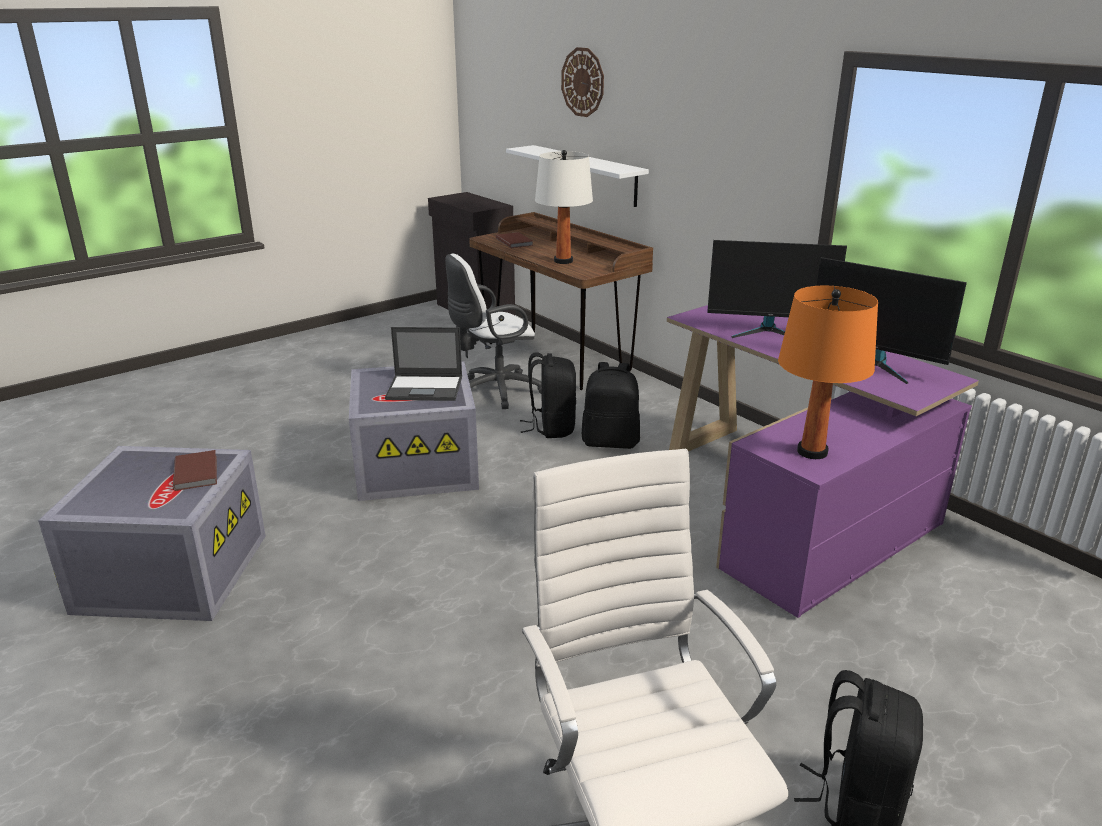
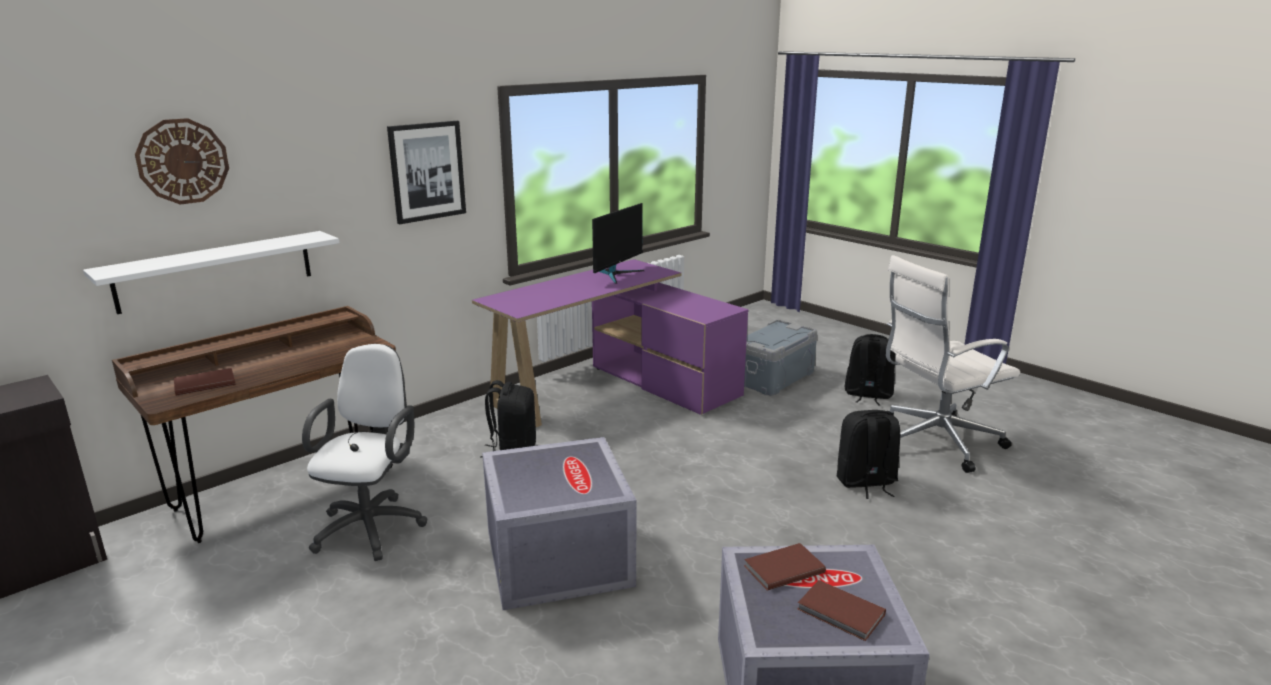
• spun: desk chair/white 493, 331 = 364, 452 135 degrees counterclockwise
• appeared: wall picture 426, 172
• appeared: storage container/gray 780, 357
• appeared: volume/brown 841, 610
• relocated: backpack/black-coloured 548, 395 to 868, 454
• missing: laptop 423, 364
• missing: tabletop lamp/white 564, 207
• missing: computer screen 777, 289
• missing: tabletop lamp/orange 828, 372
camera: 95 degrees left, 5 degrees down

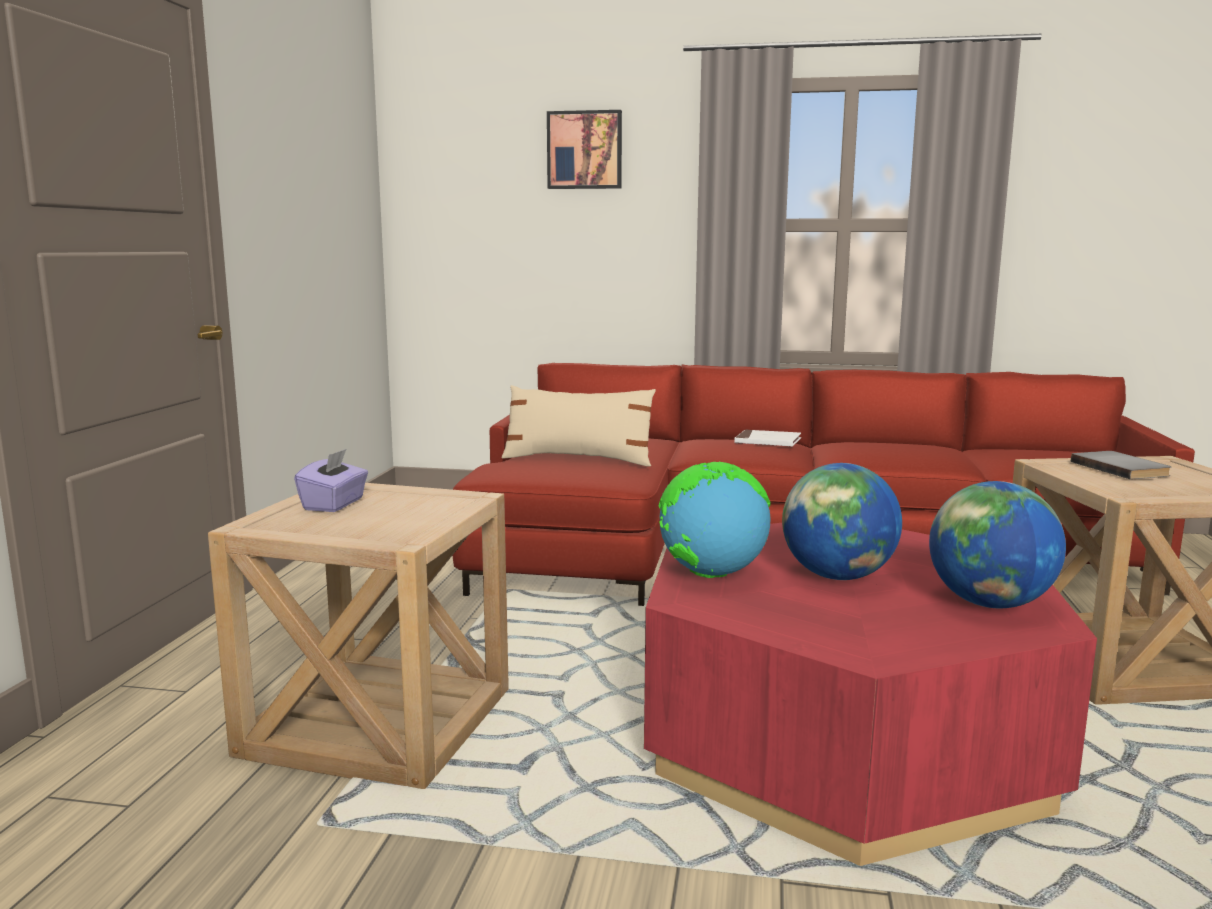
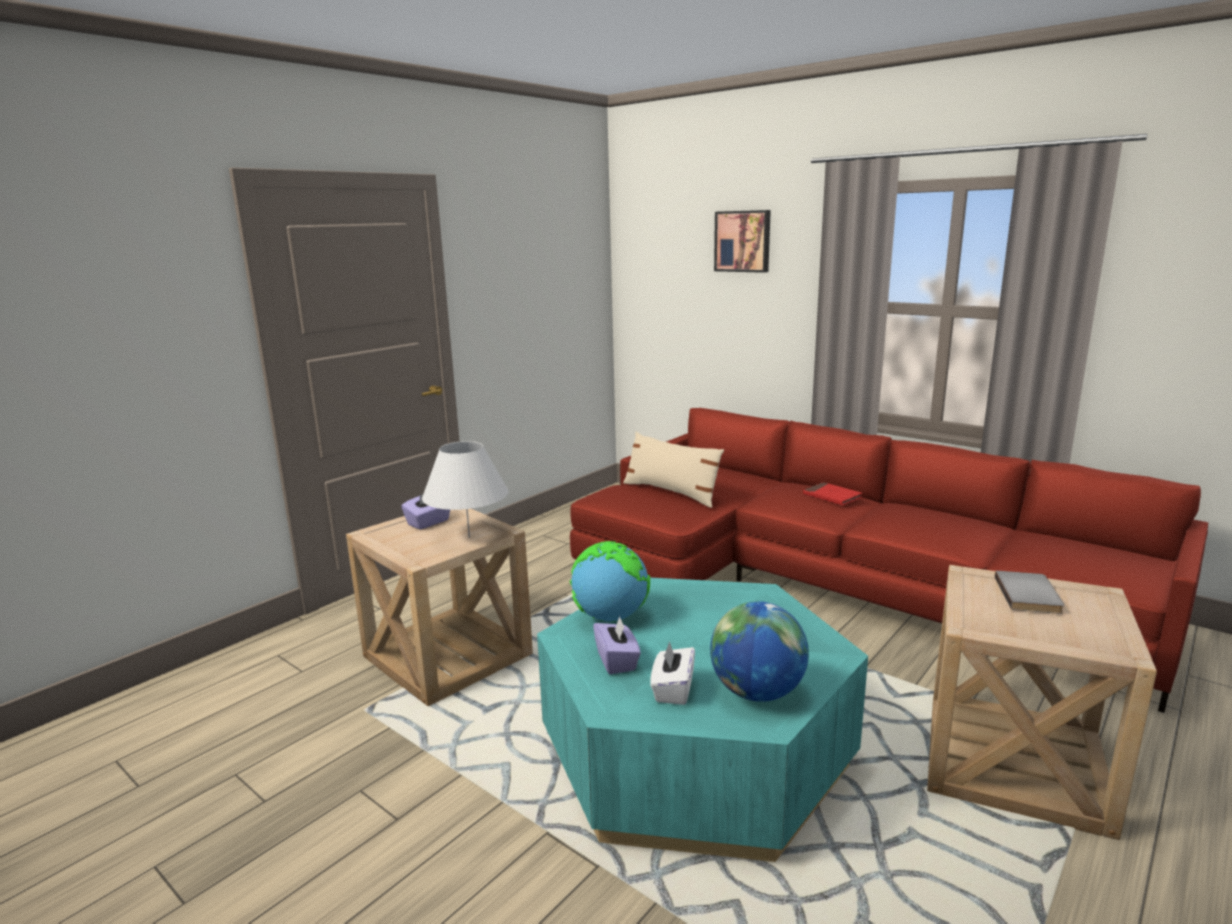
• appeared: tabletop lamp/white 465, 489
• colour: low table/red-coloured 870, 694 to low table/turquoise 702, 719
• appeared: tissue holder/purple-coloured 617, 645
• appeared: tissue holder/white 672, 673
• colour: volume/white 767, 438 to volume/red-coloured 832, 493
• missing: globe 842, 521
camera: 30 degrees right, 5 degrees up

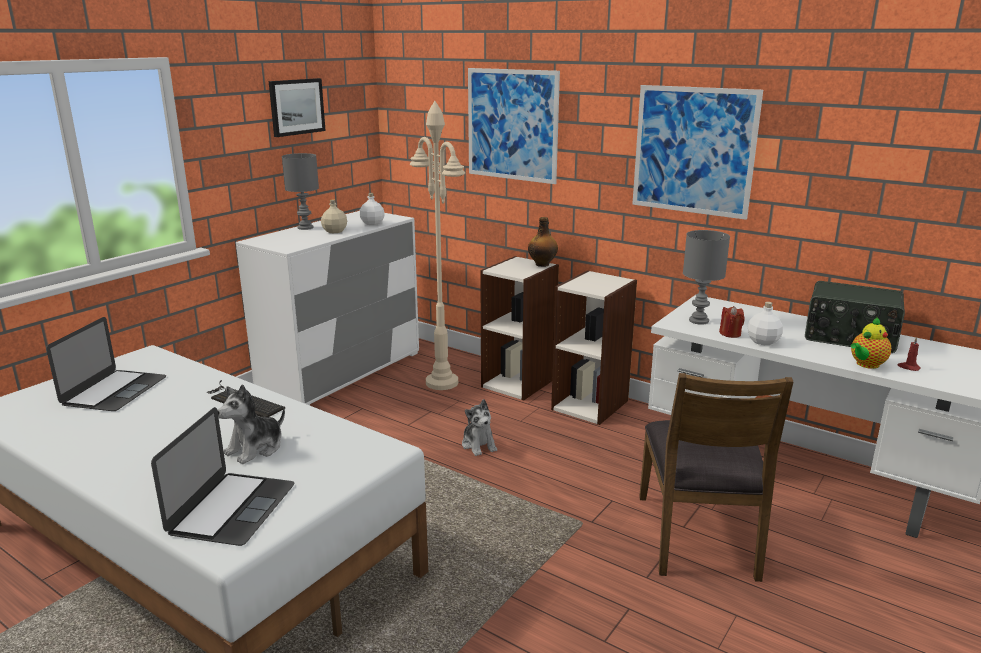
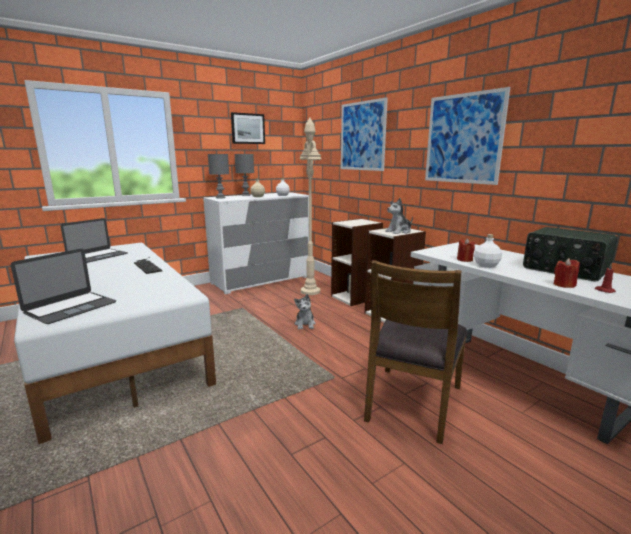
• relocated: tabletop lamp/gray 706, 277 to 218, 176
• relocated: soft toy 251, 424 to 399, 216
• exchanged: pot for tea 871, 343 to candle/red-coloured 567, 273
• missing: bottle 543, 242
camera: 20 degrees right, 5 degrees down

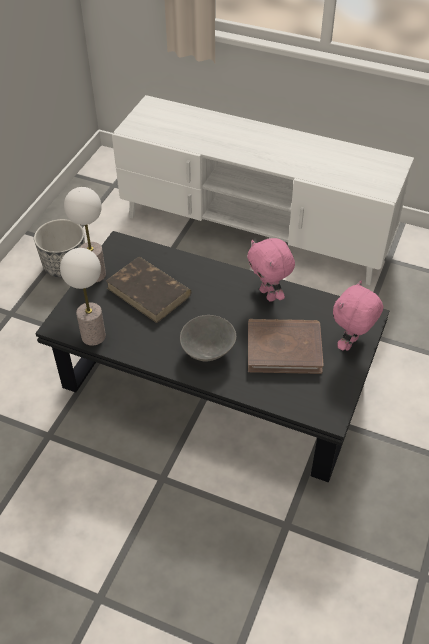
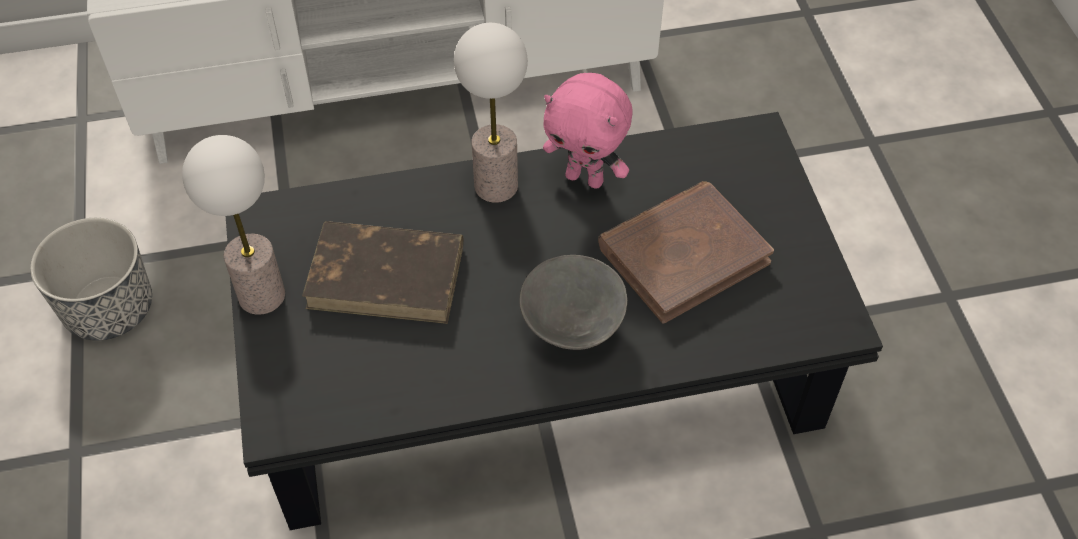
• relocated: tabletop lamp 83, 297 to 491, 113
• missing: soft toy/pinkish 358, 315
camera: 35 degrees left, 5 degrees up

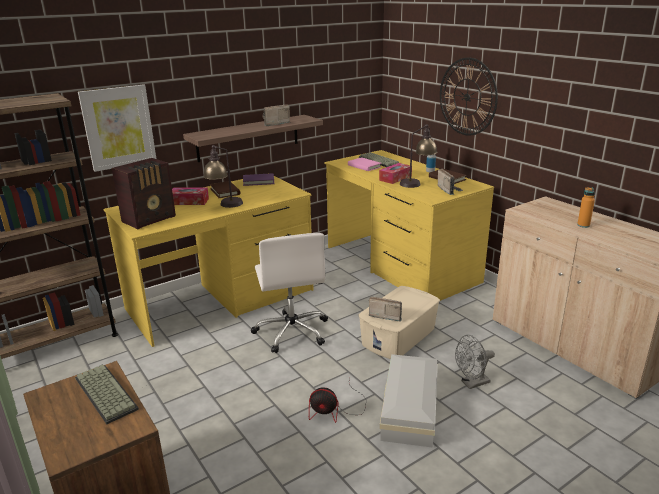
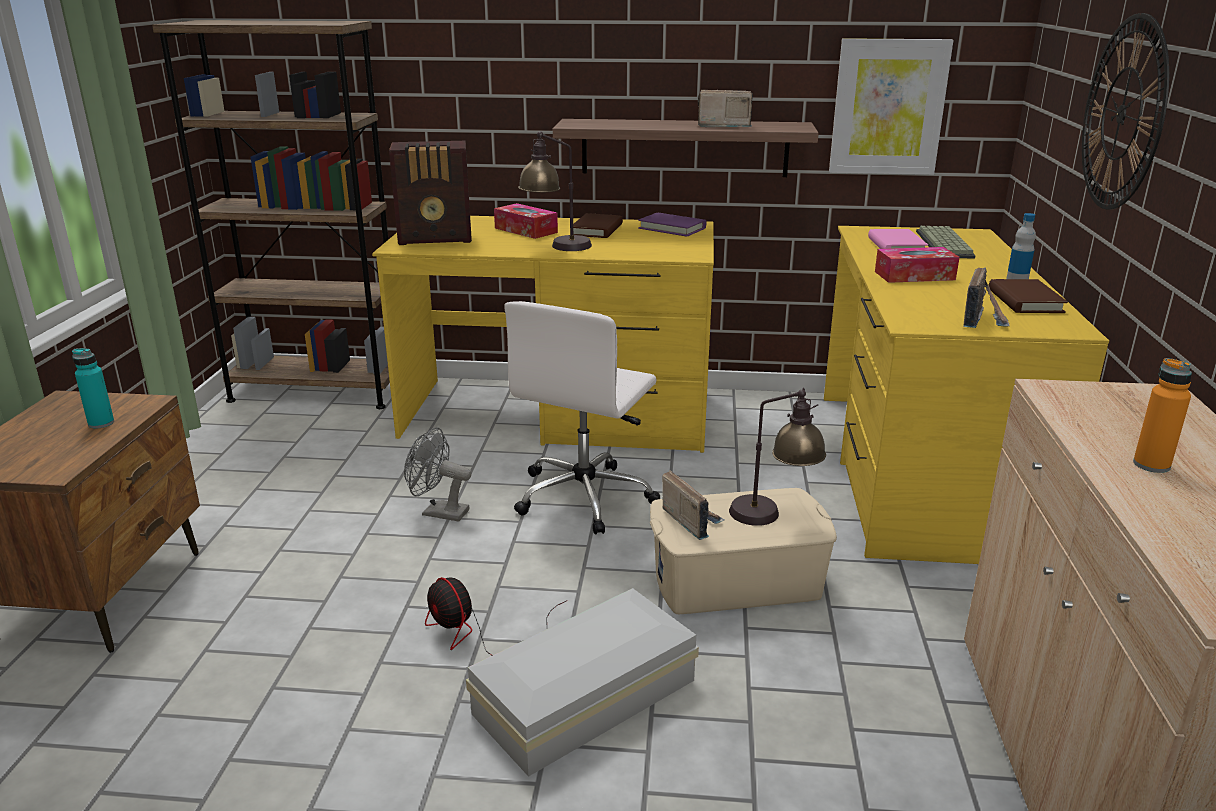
• exchanged: keyboard 107, 394 to bottle/turquoise 93, 388
• relocated: cooling fan/gray 475, 362 to 437, 475
• relocated: tabletop lamp 418, 156 to 777, 457
• relocated: wall picture 117, 128 to 891, 106
camera: 40 degrees right, 0 degrees up

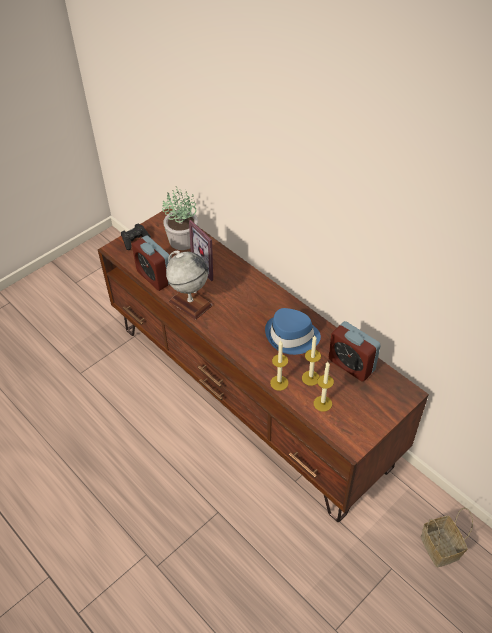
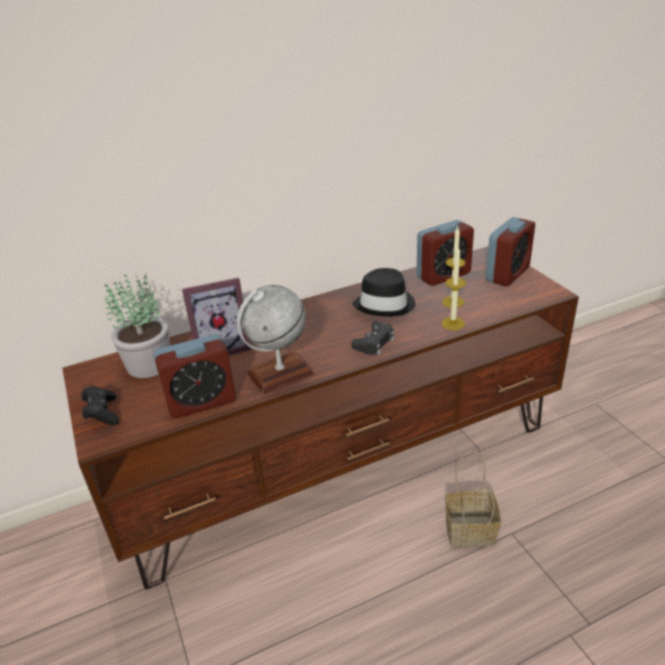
• appeared: game controller/black-coloured 372, 338
• colour: clothing hat/blue 293, 331 to clothing hat/black-coloured 383, 292
• relocated: storage basket 447, 537 to 473, 499
• appeared: table clock 510, 251
• missing: candle 324, 387
camera: 70 degrees left, 15 degrees down

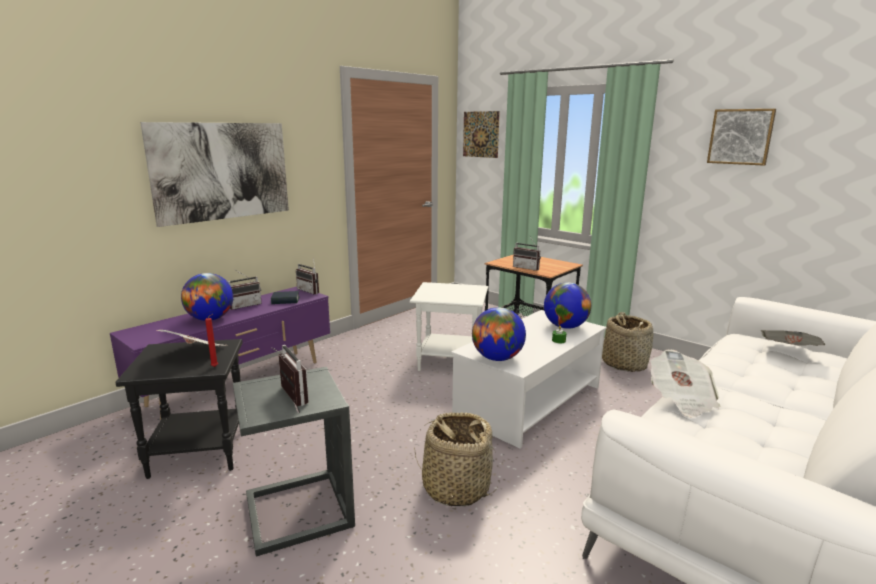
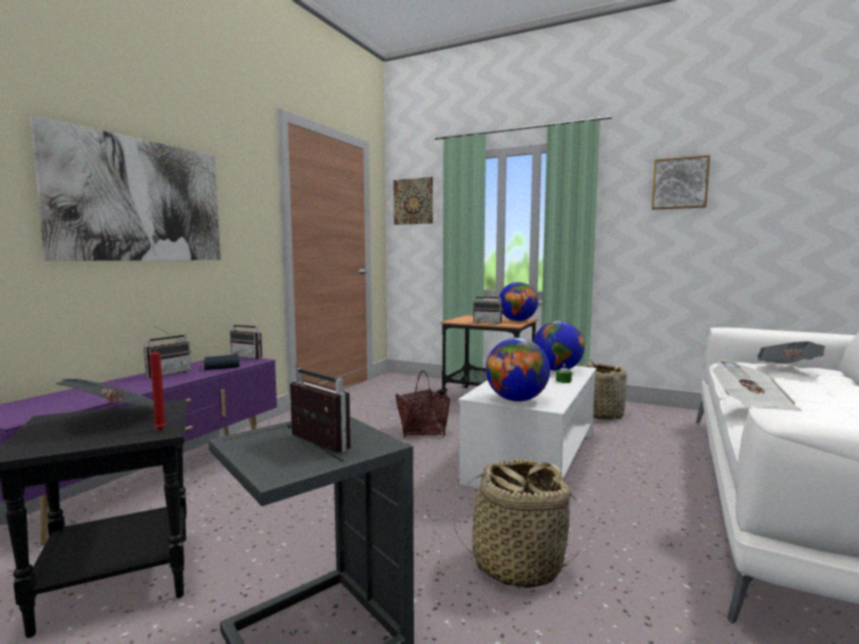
• exchanged: end table/white 449, 326 to storage basket 423, 404
• relocated: globe 207, 297 to 518, 301
camera: 15 degrees left, 10 degrees down

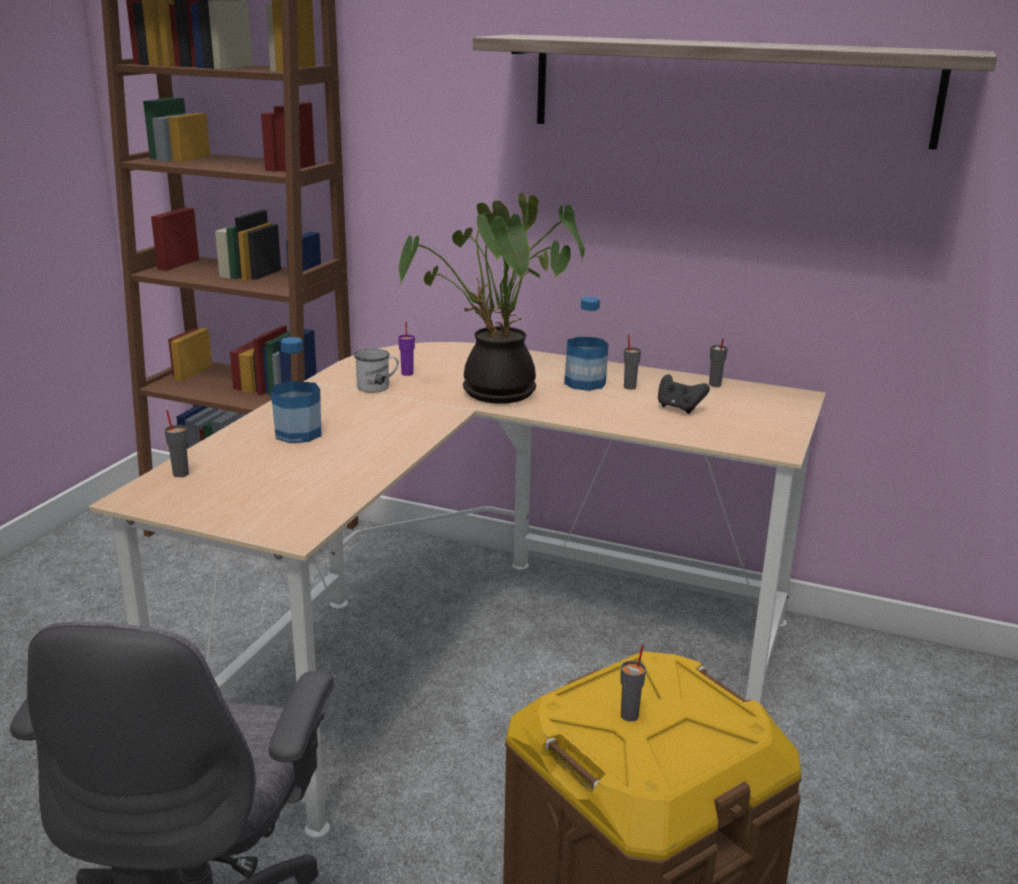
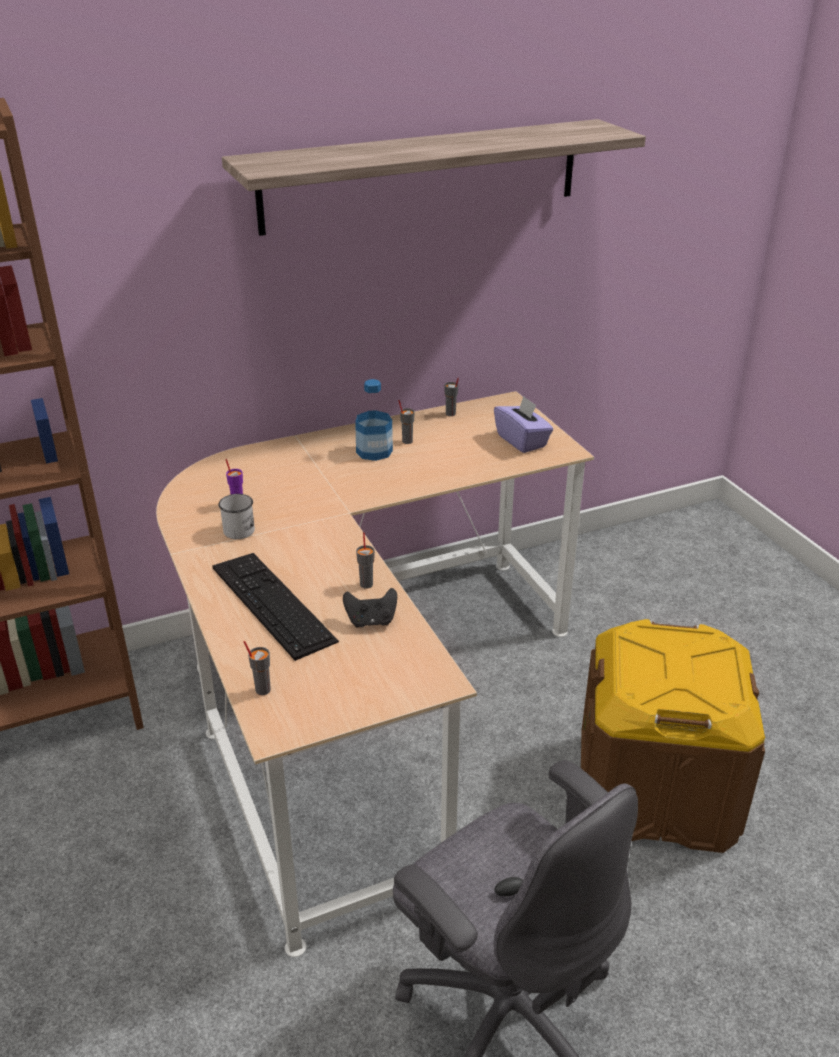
• exchanged: bottle 296, 390 to keyboard 275, 607
• relocated: game controller/black-coloured 684, 394 to 370, 608
• relocated: cup/gray 633, 683 to 365, 560
• appeared: tissue holder/purple-coloured 523, 424
• missing: potted plant 492, 298
camera: 45 degrees left, 10 degrees up

